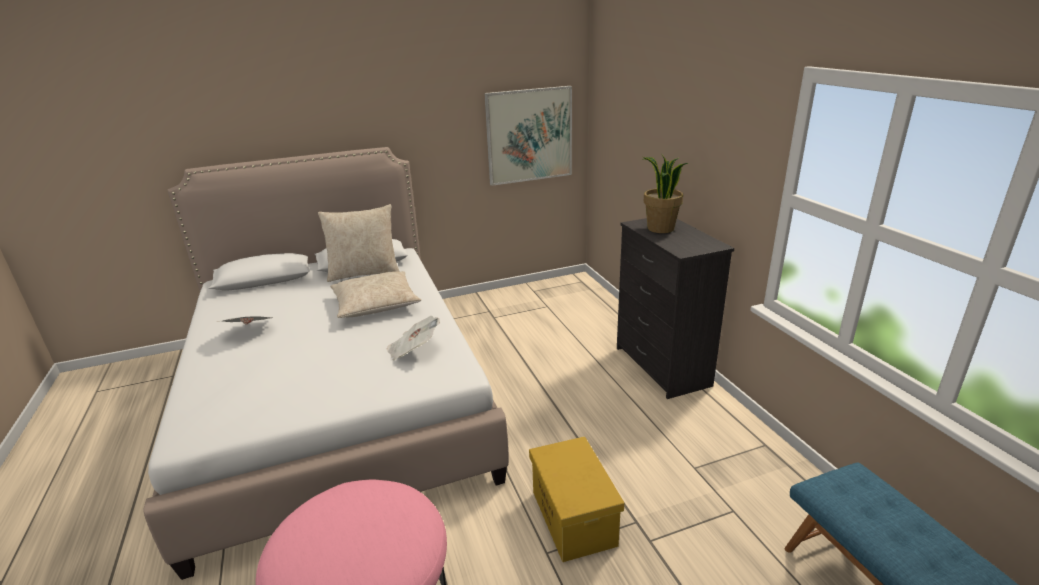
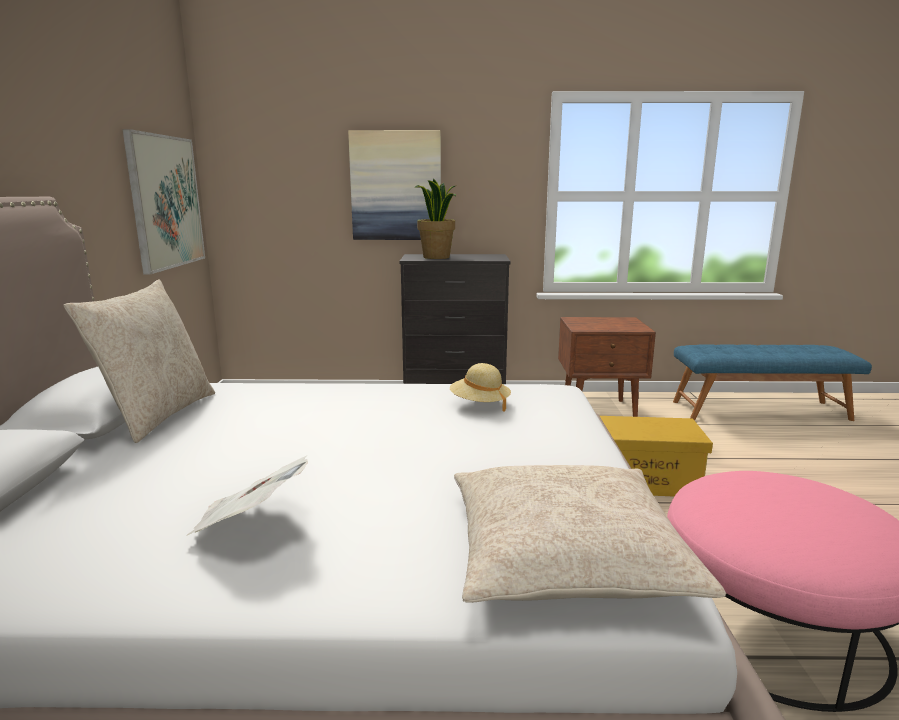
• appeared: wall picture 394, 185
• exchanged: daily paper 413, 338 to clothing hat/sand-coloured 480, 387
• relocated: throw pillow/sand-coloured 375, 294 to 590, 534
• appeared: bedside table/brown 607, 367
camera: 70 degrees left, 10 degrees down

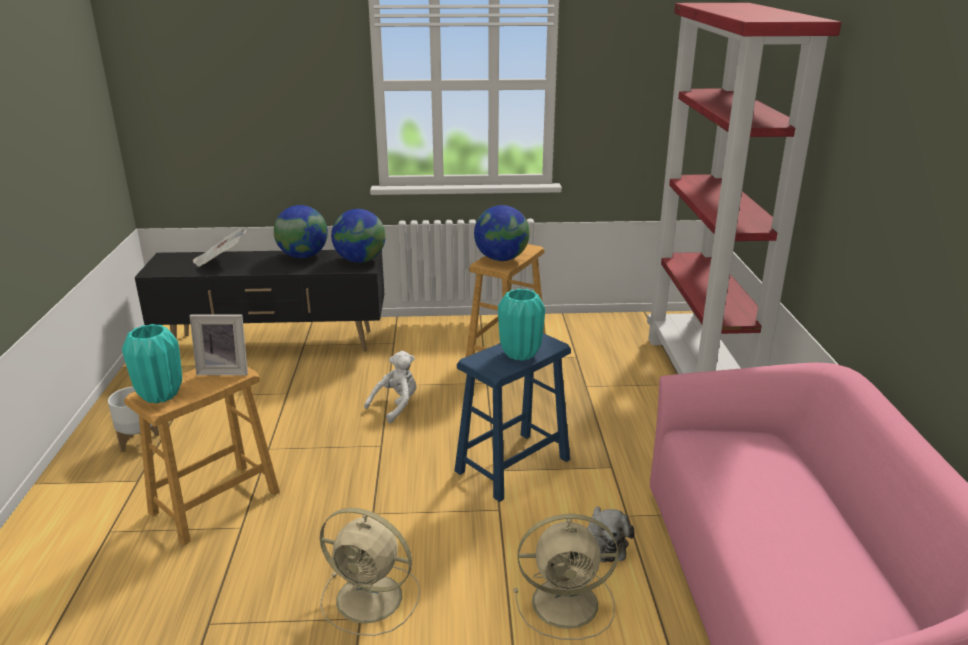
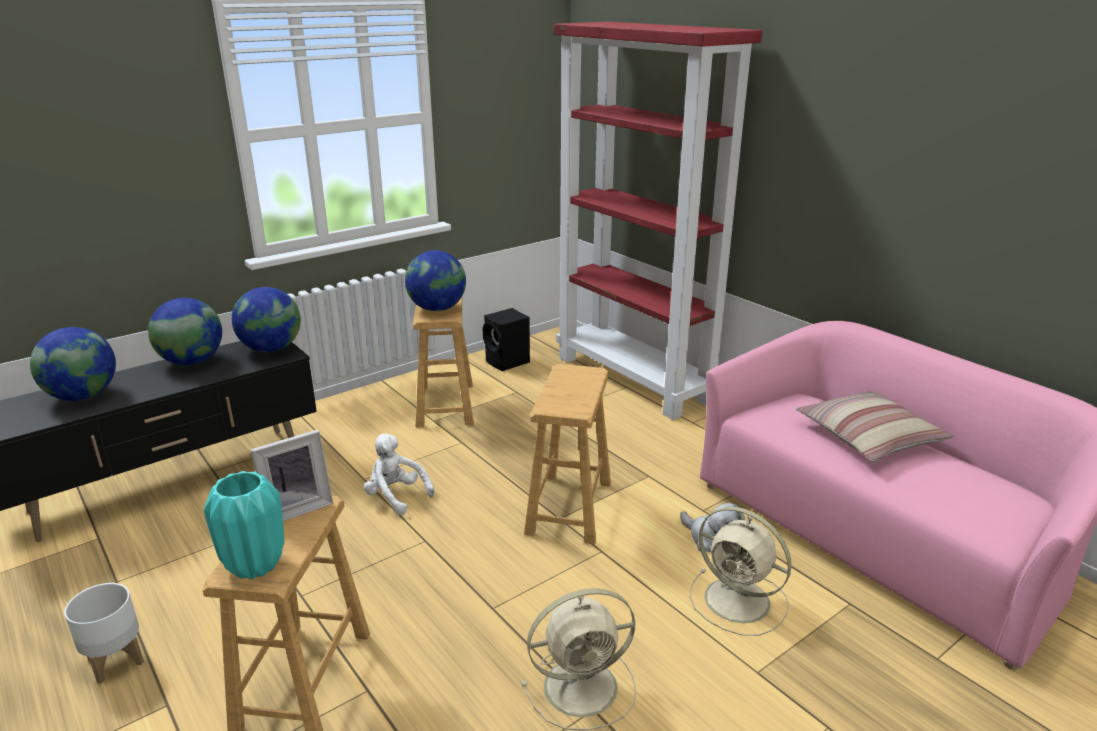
• exchanged: daily paper 220, 248 to globe 73, 364
• spun: soft toy/white 390, 387 = 399, 474 60 degrees counterclockwise
• appeared: loudspeaker/black-coloured 506, 339
• colour: stool/blue 512, 417 to stool/brown 567, 454
• spun: cooling fan/sand-coloured 565, 577 = 740, 571 75 degrees clockwise
• appeared: throw pillow 875, 426
• missing: flower vase/turquoise 521, 325
camera: 35 degrees left, 0 degrees up

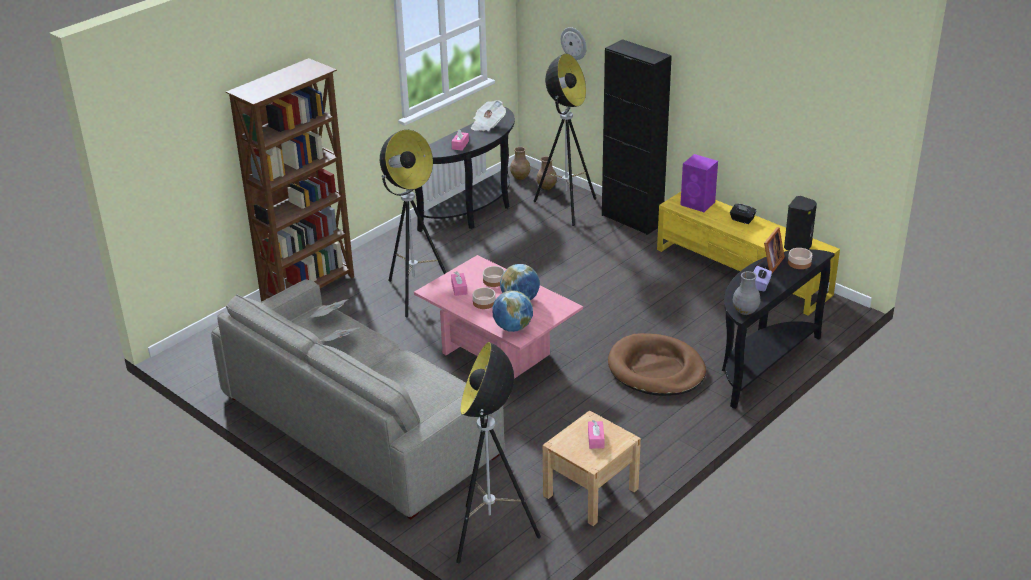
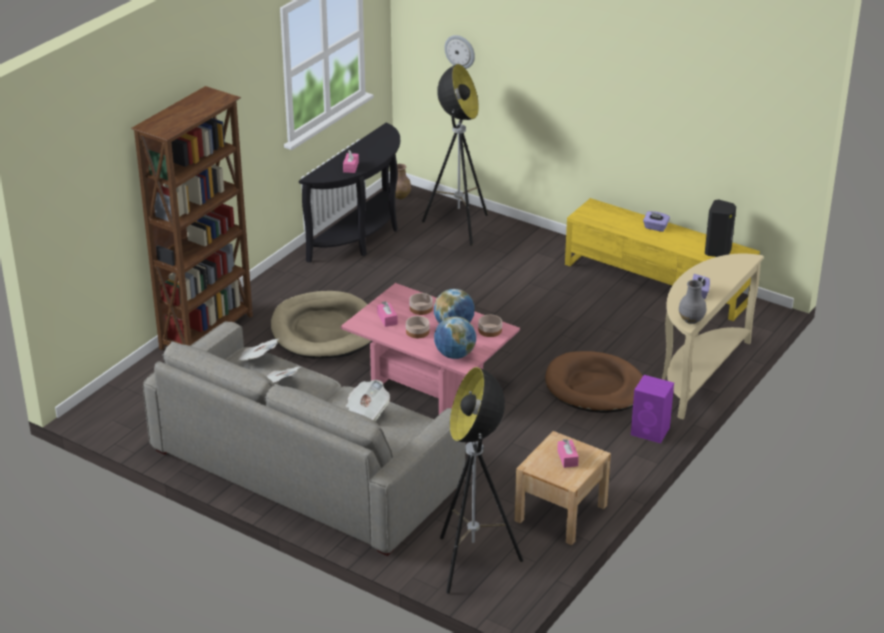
• exchanged: standing lamp 413, 223 to dog cushion/sand-coloured 321, 325
• relocated: daily paper 488, 115 to 367, 400
• relocated: deep dish 800, 258 to 490, 326
• relocated: loudspeaker/purple-coloured 699, 183 to 652, 409
• colour: tissue holder/black-coloured 743, 214 to tissue holder/purple-coloured 656, 221
• colour: narrow table/black-coloured 778, 329 to narrow table/sand-coloured 713, 336
• missing: flower vase/brown 547, 173
• missing: cupboard/black-coloured 637, 137
• missing: picture frame 769, 250
camera: 10 degrees left, 0 degrees up

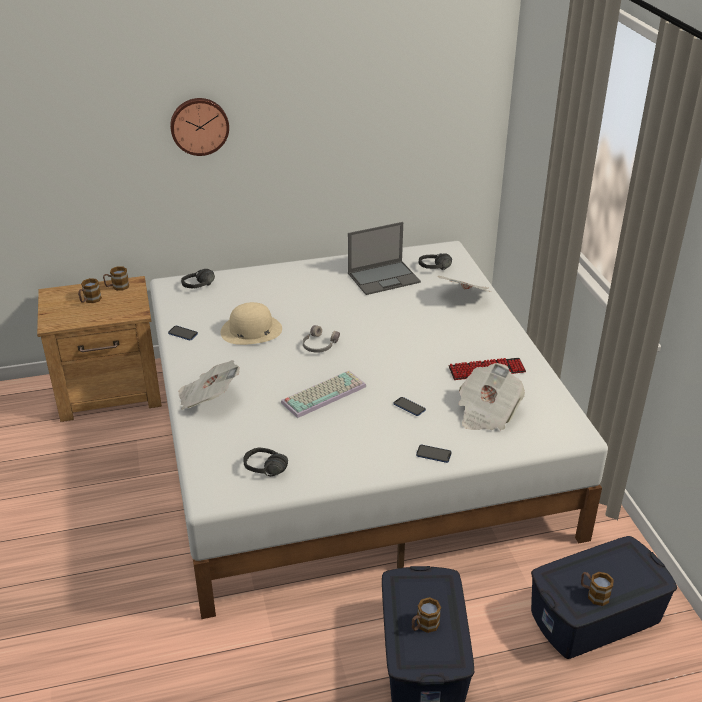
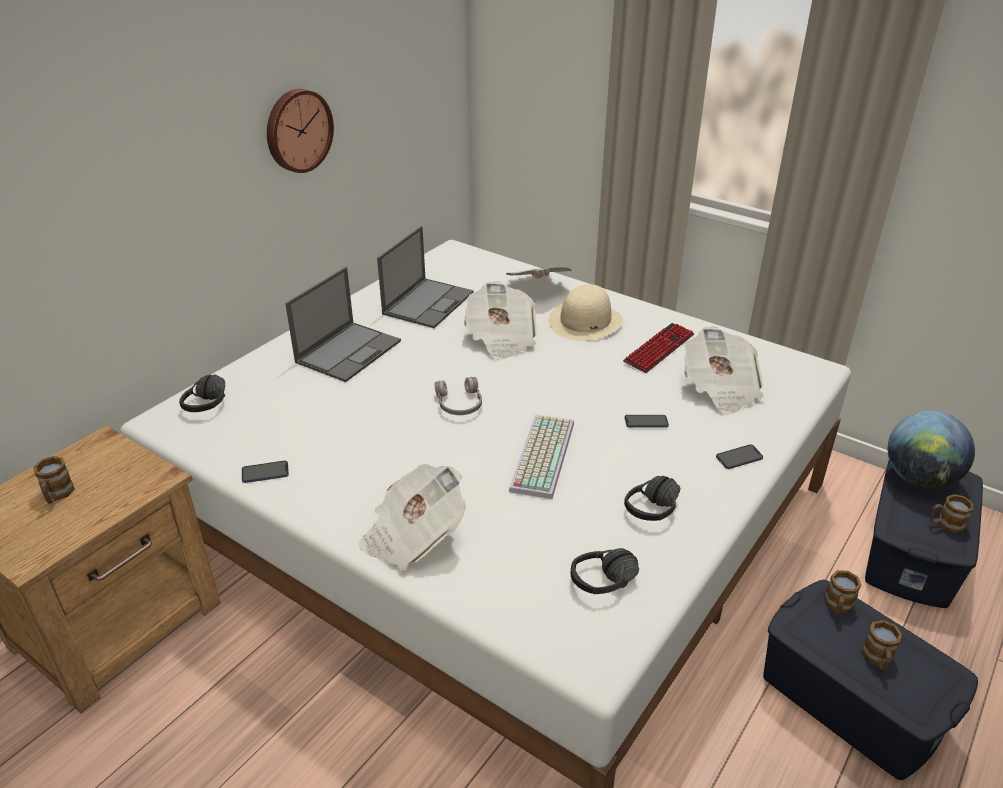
• relocated: hanging clock 199, 127 to 300, 131
• appeared: laptop 343, 324
• appeared: daily paper 500, 320
• relocated: clothing hat/sand-coloured 251, 323 to 586, 312
• relocated: headset/black-coloured 435, 261 to 652, 498
• relocated: mug 116, 278 to 843, 593
• appeared: globe 931, 450
camera: 40 degrees left, 0 degrees up

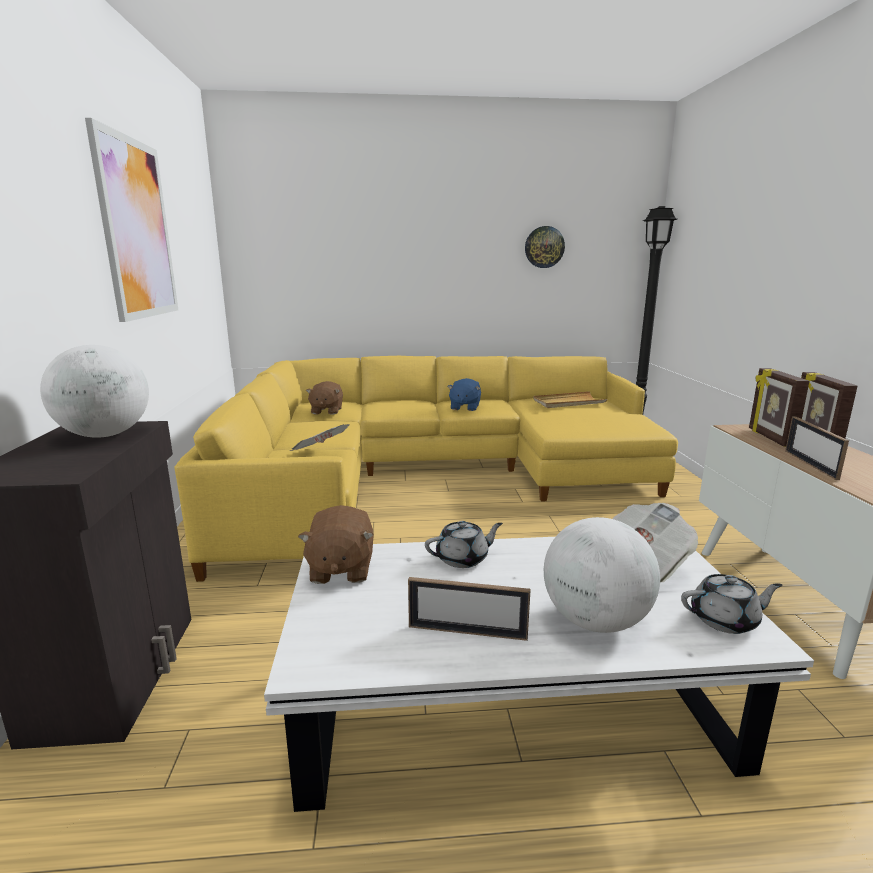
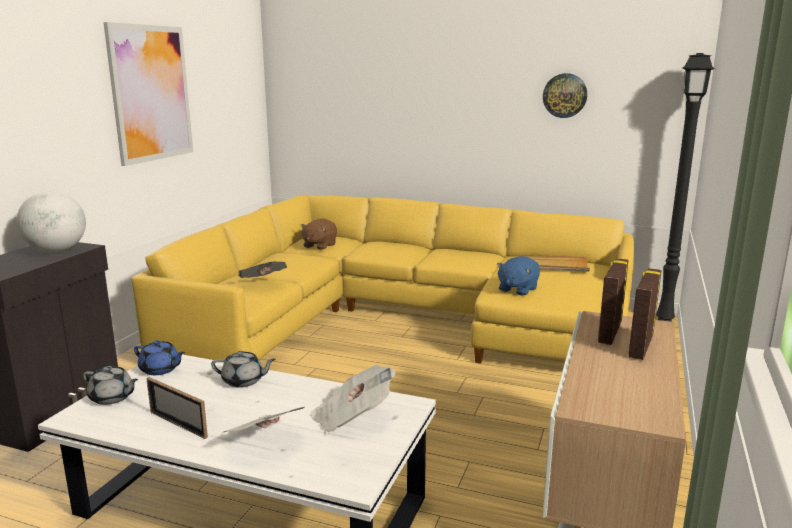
• relocated: pot for tea/gray 731, 604 to 110, 385
• exchanged: soft toy/brown 336, 544 to pot for tea/blue 159, 357
• exchanged: globe 602, 575 to daily paper 264, 419
• relocated: soft toy/blue 464, 394 to 518, 276
• missing: picture frame 817, 448
camera: 25 degrees right, 0 degrees up

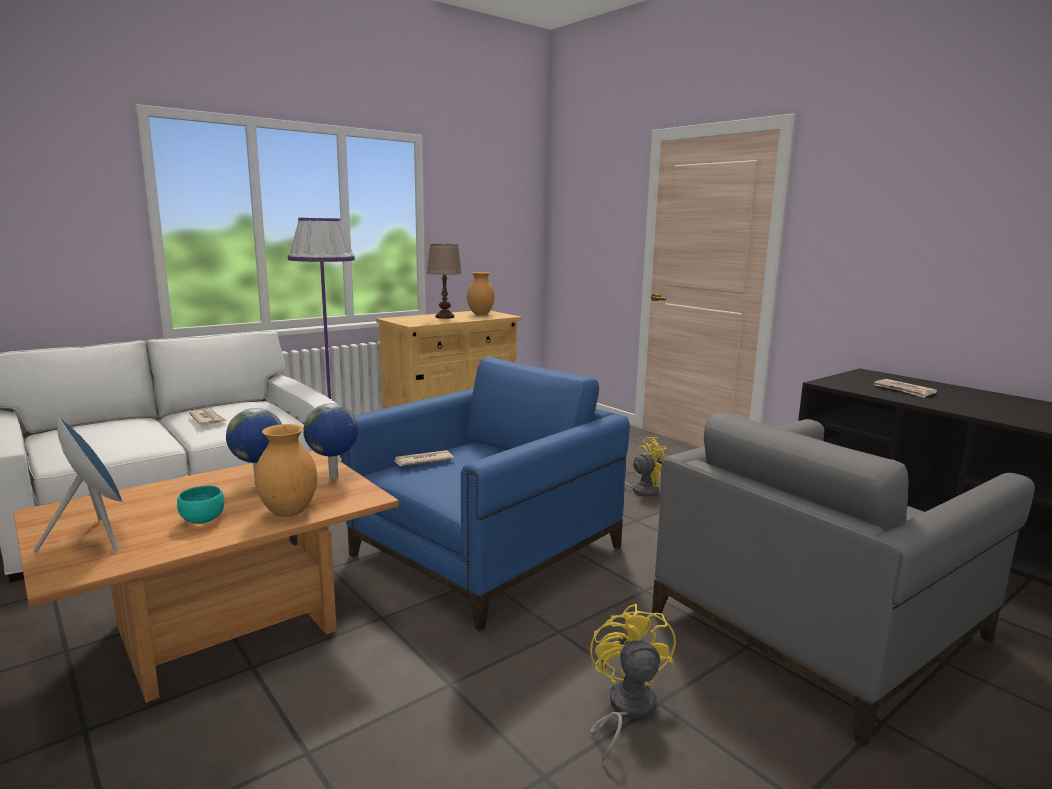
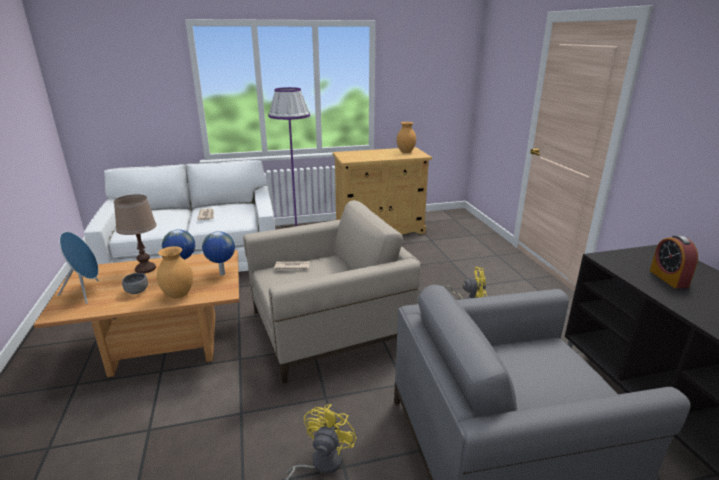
• relocated: tabletop lamp/brown 444, 281 to 135, 234
• colour: deep dish/turquoise 201, 504 to deep dish/gray 135, 283
• colour: lounge chair/blue 485, 494 to lounge chair/sand-coloured 332, 292
• exchanged: daily paper 905, 388 to table clock 674, 261
camera: 25 degrees right, 10 degrees up

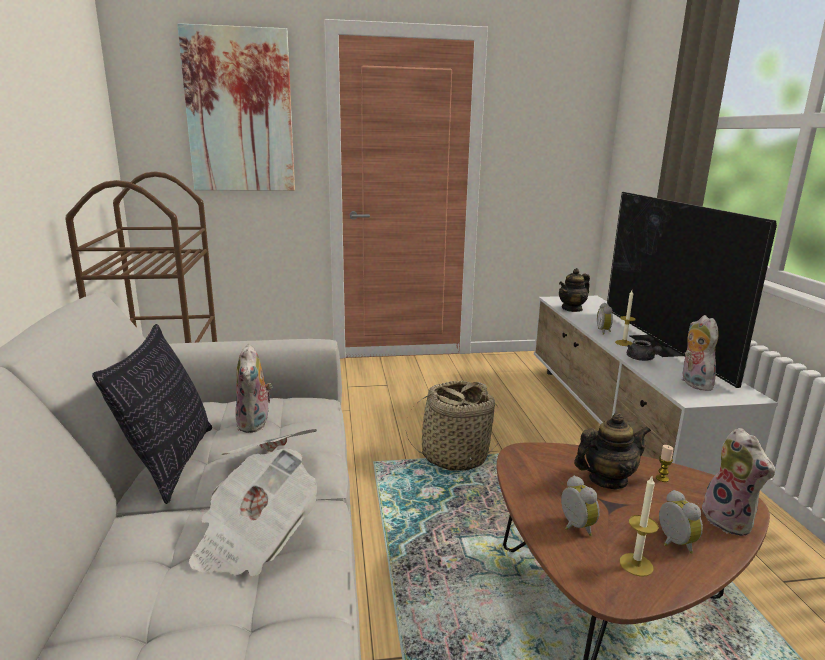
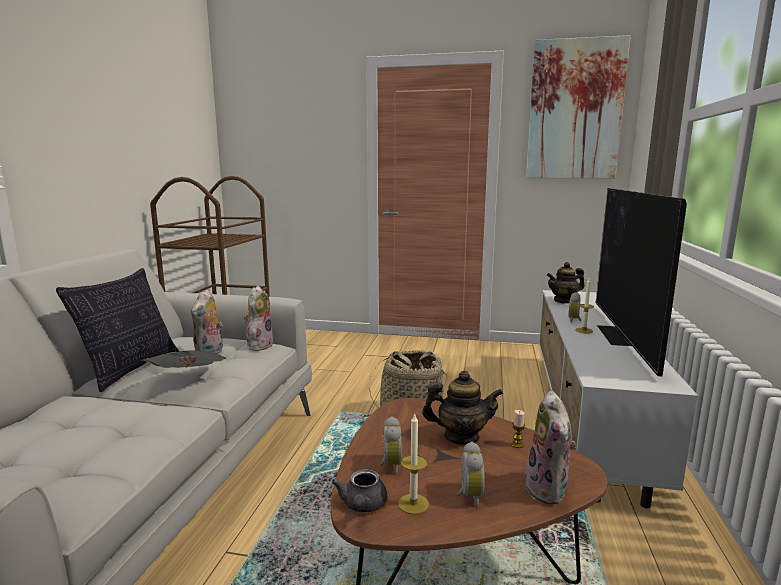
• relocated: soft toy 700, 353 to 259, 318
• relocated: pot for tea/gray 644, 350 to 359, 490
• relocated: wall picture 236, 107 to 578, 106
• missing: daily paper 253, 512
camera: 20 degrees right, 5 degrees down

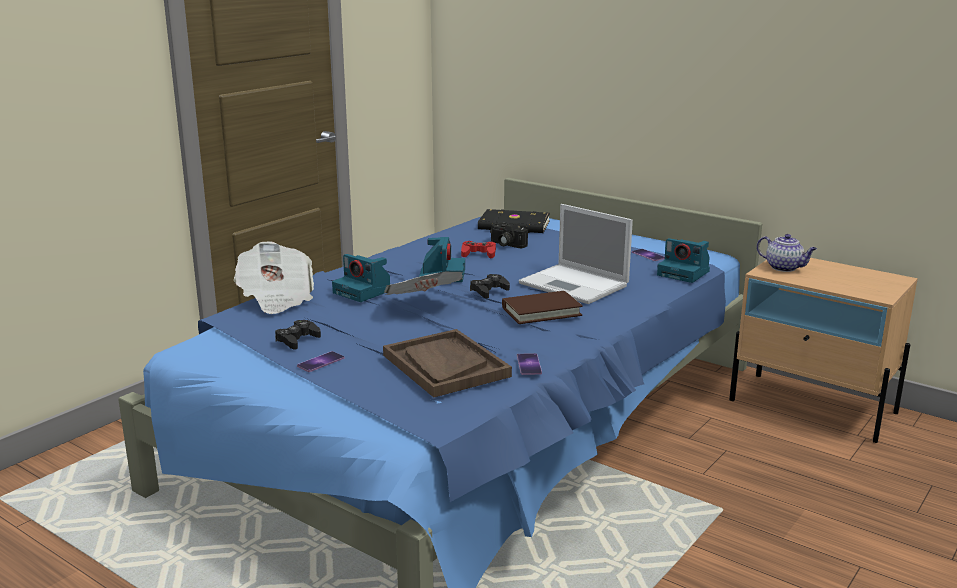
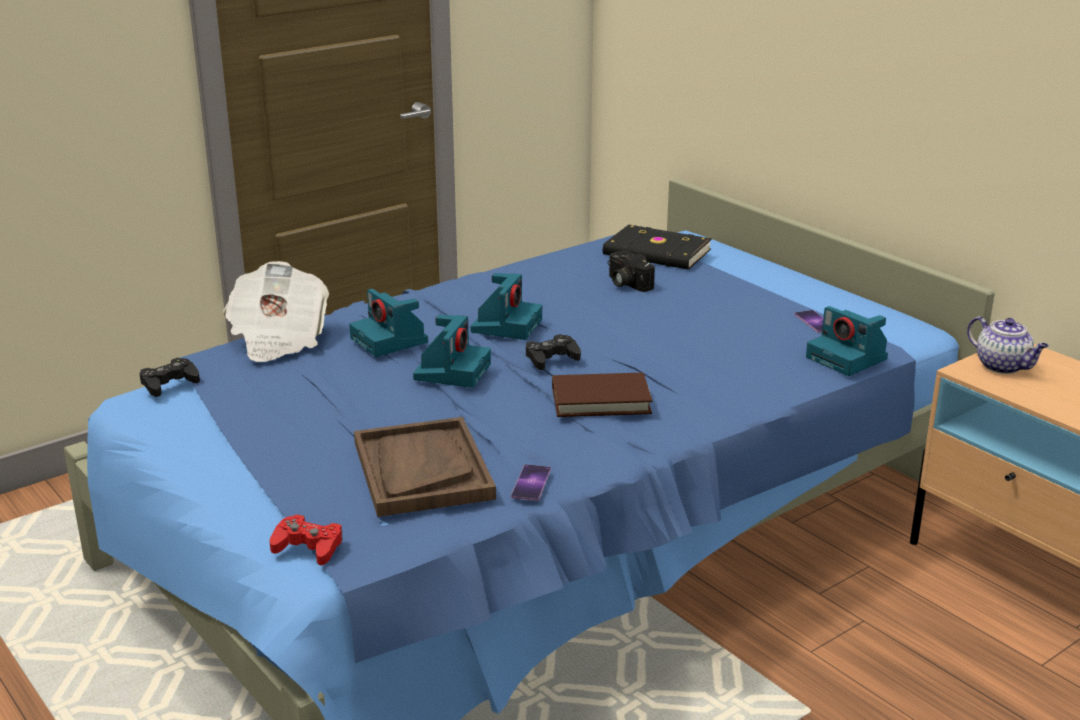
• relocated: game controller/black-coloured 298, 335 to 169, 377
• relocated: game controller/red-coloured 478, 249 to 306, 539
• exchanged: daily paper 423, 283 to photo camera 452, 351
• missing: handset 321, 361
• missing: laptop 576, 254
camera: 15 degrees right, 5 degrees up

